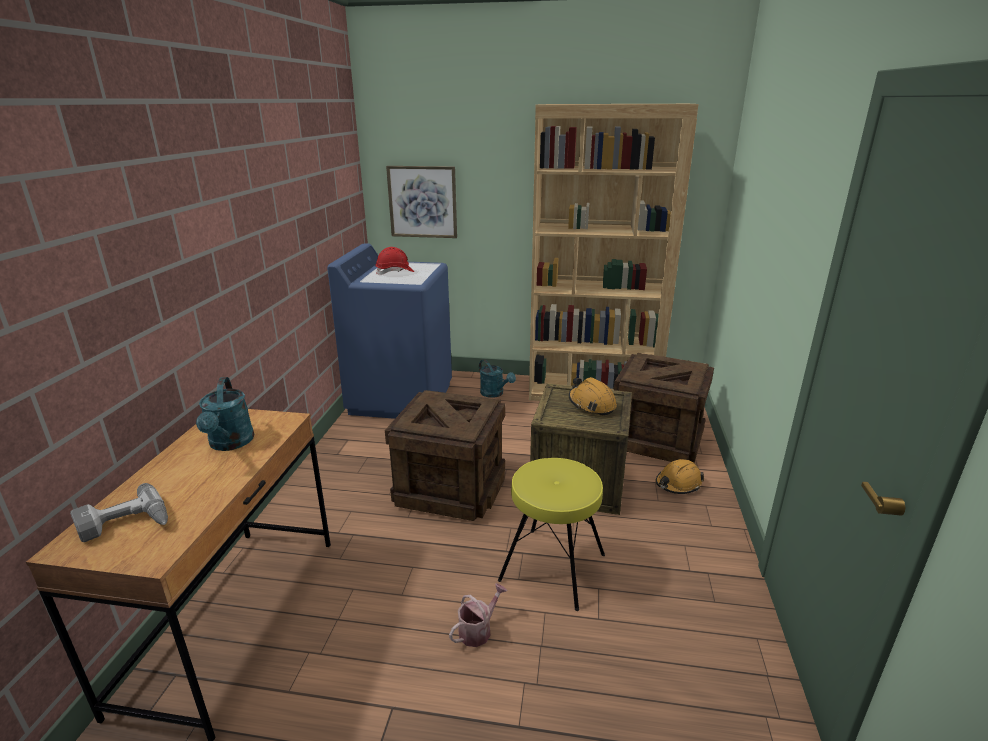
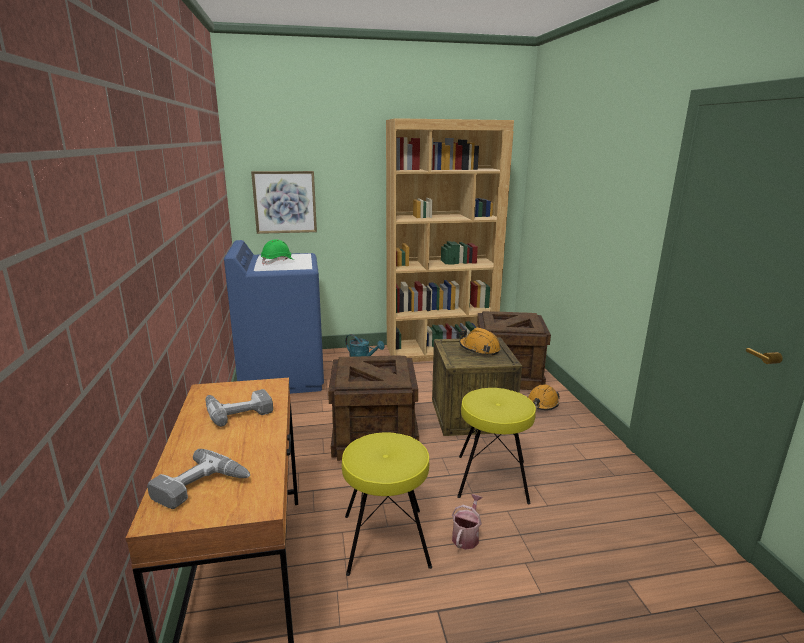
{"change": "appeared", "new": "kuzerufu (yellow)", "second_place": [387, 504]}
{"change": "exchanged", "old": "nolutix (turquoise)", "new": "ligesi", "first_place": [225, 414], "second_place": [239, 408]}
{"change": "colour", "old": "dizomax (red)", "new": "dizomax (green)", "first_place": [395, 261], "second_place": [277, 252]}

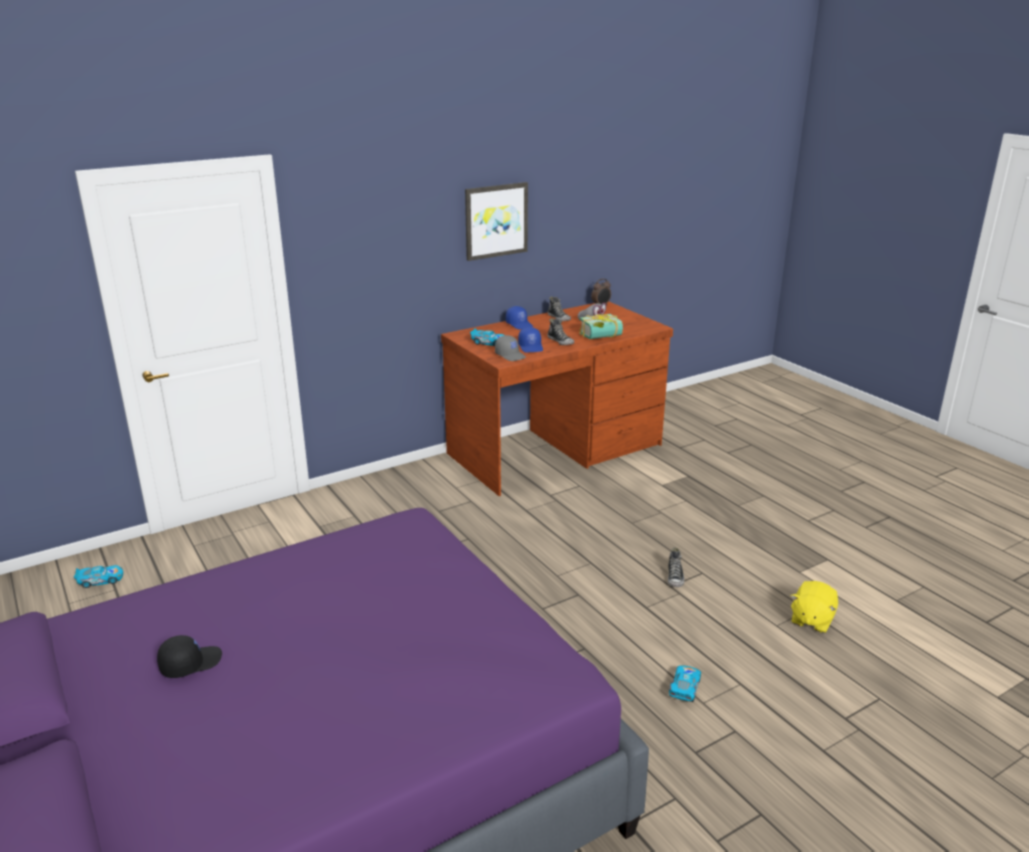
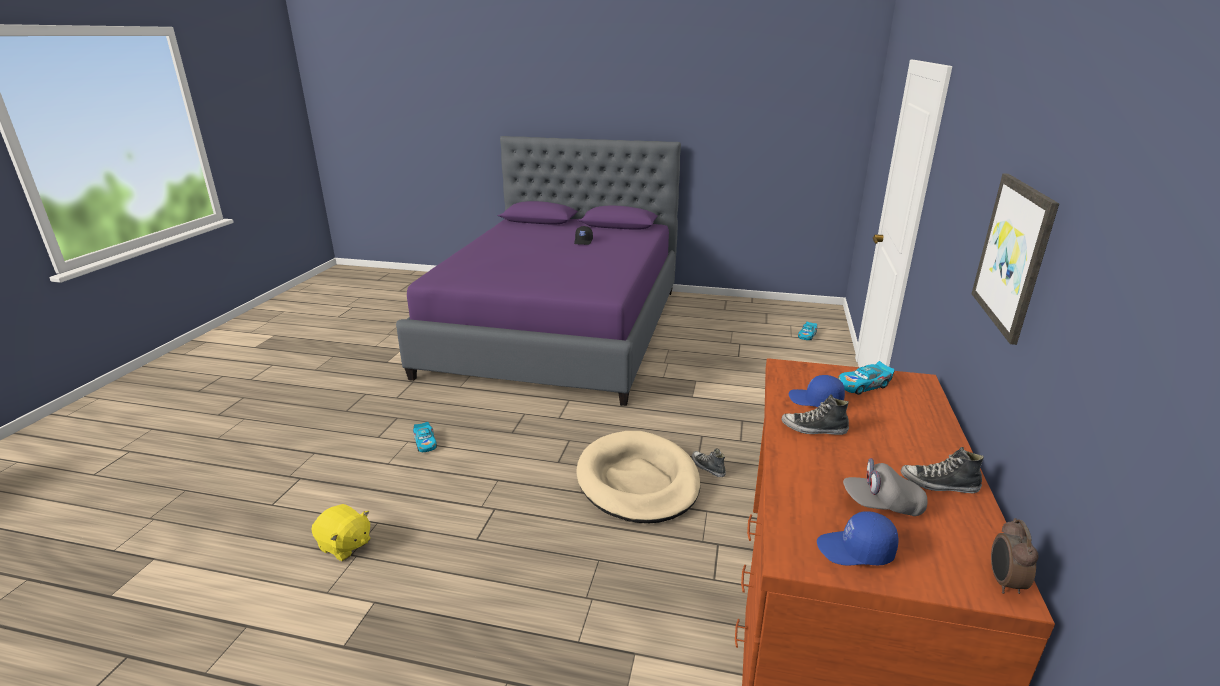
{"change": "missing", "old": "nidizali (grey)", "first_place": [510, 348]}
{"change": "missing", "old": "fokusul", "first_place": [601, 326]}
{"change": "appeared", "new": "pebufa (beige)", "second_place": [639, 477]}
{"change": "relocated", "old": "nidizali (blue)", "first_place": [519, 318], "second_place": [857, 538]}
{"change": "relocated", "old": "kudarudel", "first_place": [676, 567], "second_place": [709, 462]}
{"change": "spun", "old": "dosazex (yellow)", "first_place": [814, 607], "second_place": [341, 532], "degrees": 135}

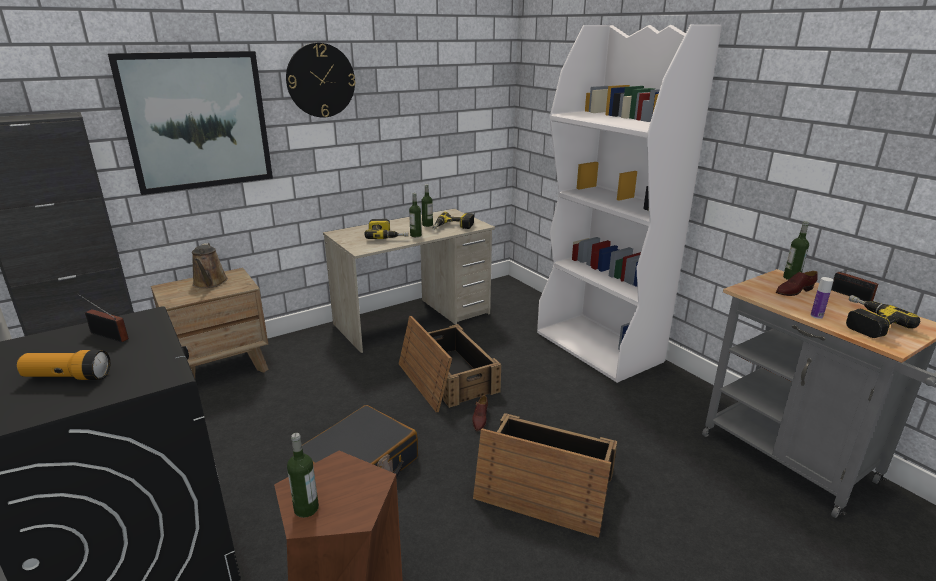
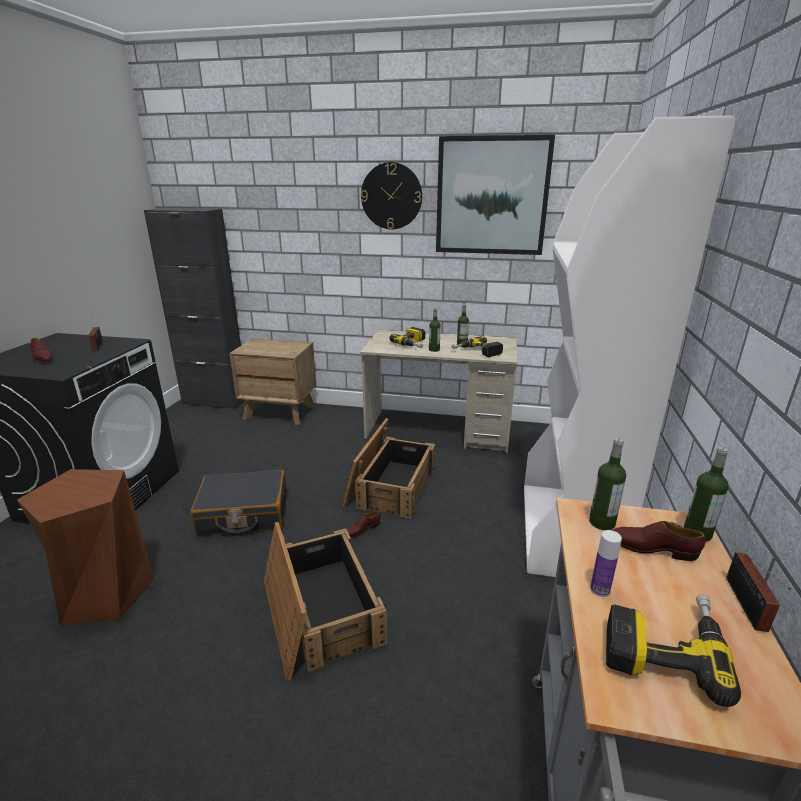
{"change": "missing", "old": "nolutix (brown)", "first_place": [210, 265]}
{"change": "relocated", "old": "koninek", "first_place": [190, 123], "second_place": [495, 195]}
{"change": "relocated", "old": "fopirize", "first_place": [303, 475], "second_place": [607, 484]}
{"change": "exchanged", "old": "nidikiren", "new": "kudarudel (brown)", "first_place": [63, 365], "second_place": [40, 350]}

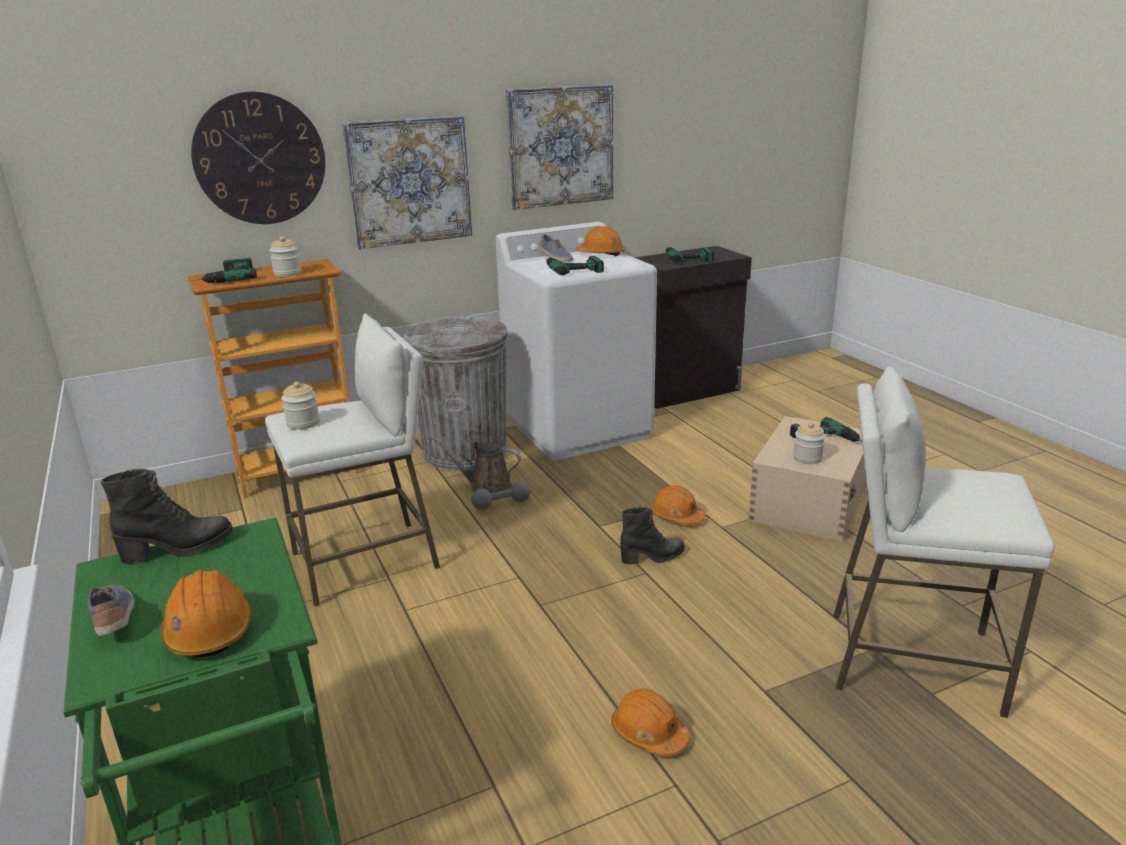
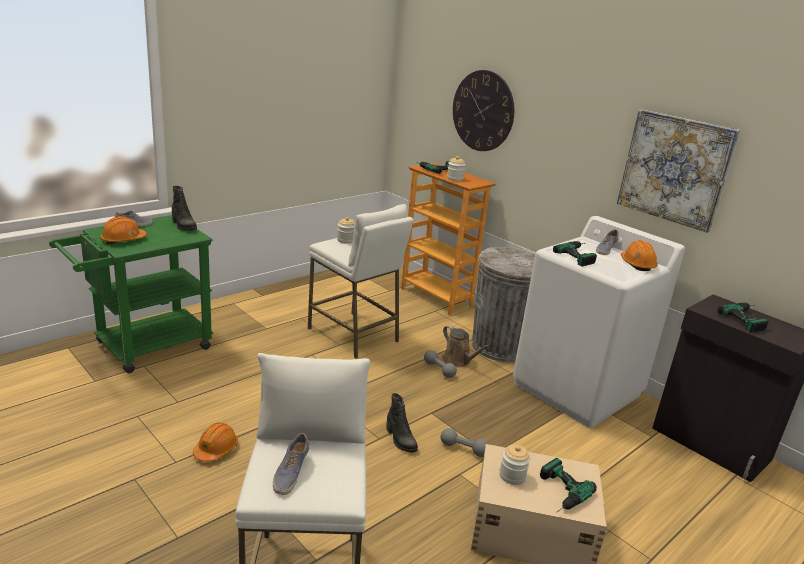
{"change": "missing", "old": "koninek", "first_place": [407, 182]}
{"change": "appeared", "new": "kudarudel", "second_place": [291, 464]}
{"change": "exchanged", "old": "dizomax (orange)", "new": "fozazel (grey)", "first_place": [678, 505], "second_place": [465, 442]}
{"change": "spun", "old": "nolutix (brown)", "first_place": [476, 464], "second_place": [466, 346], "degrees": 150}

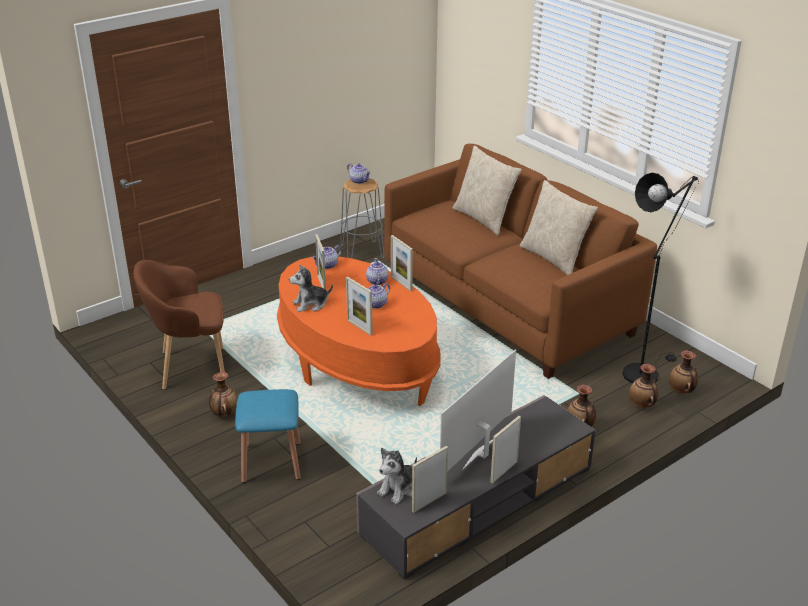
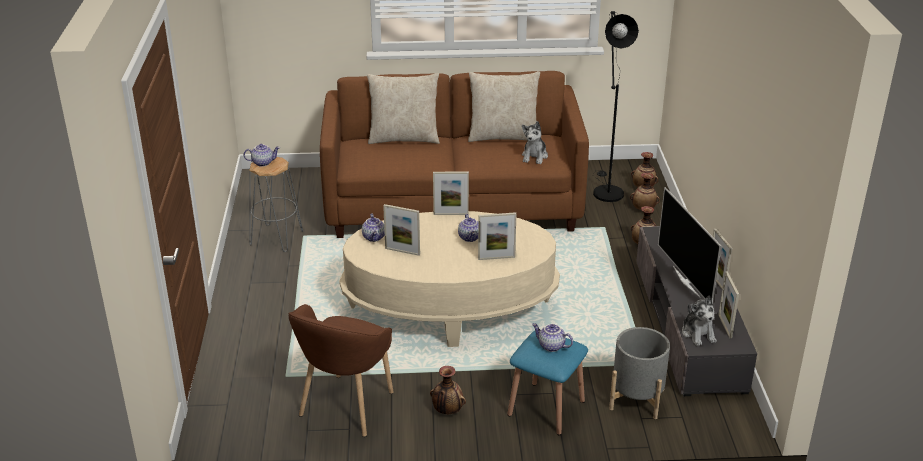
{"change": "appeared", "new": "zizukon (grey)", "second_place": [639, 373]}
{"change": "relocated", "old": "dosazex", "first_place": [311, 288], "second_place": [535, 142]}
{"change": "relocated", "old": "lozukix", "first_place": [377, 271], "second_place": [552, 337]}
{"change": "colour", "old": "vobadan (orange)", "new": "vobadan (beige)", "first_place": [359, 331], "second_place": [449, 279]}

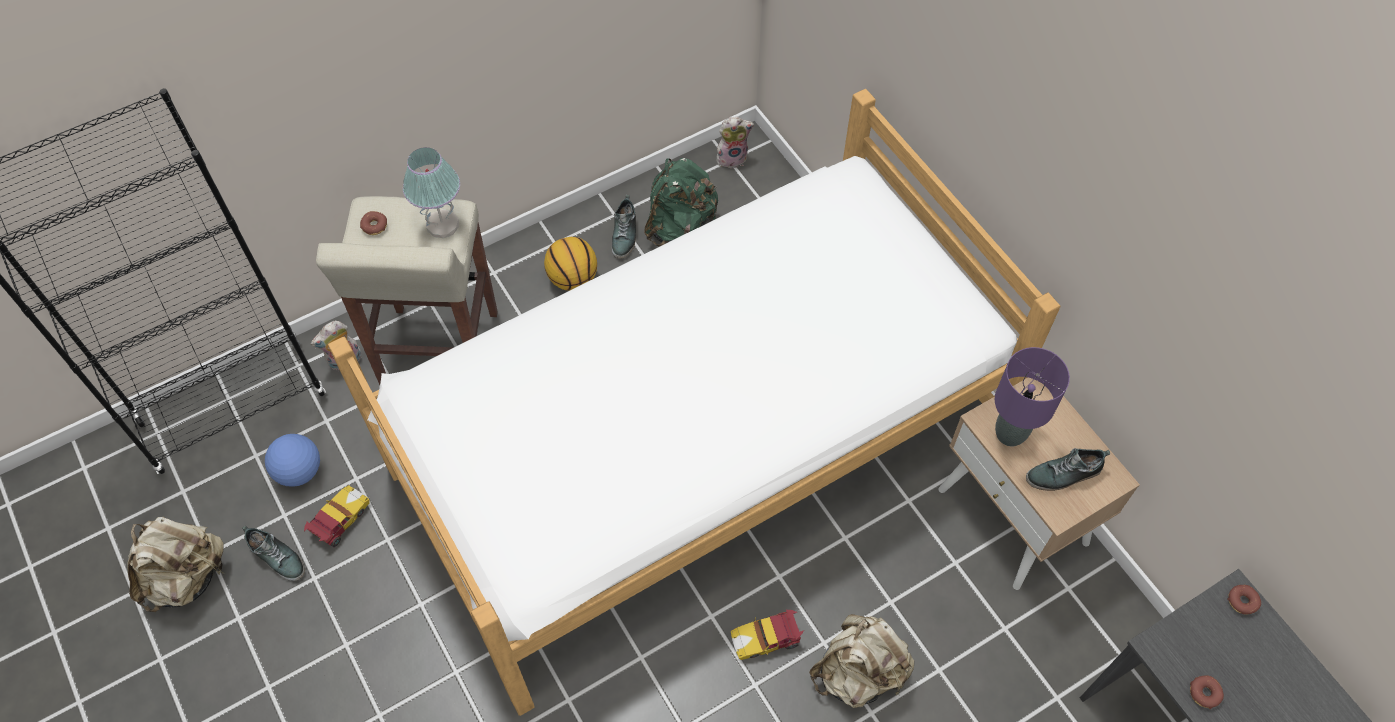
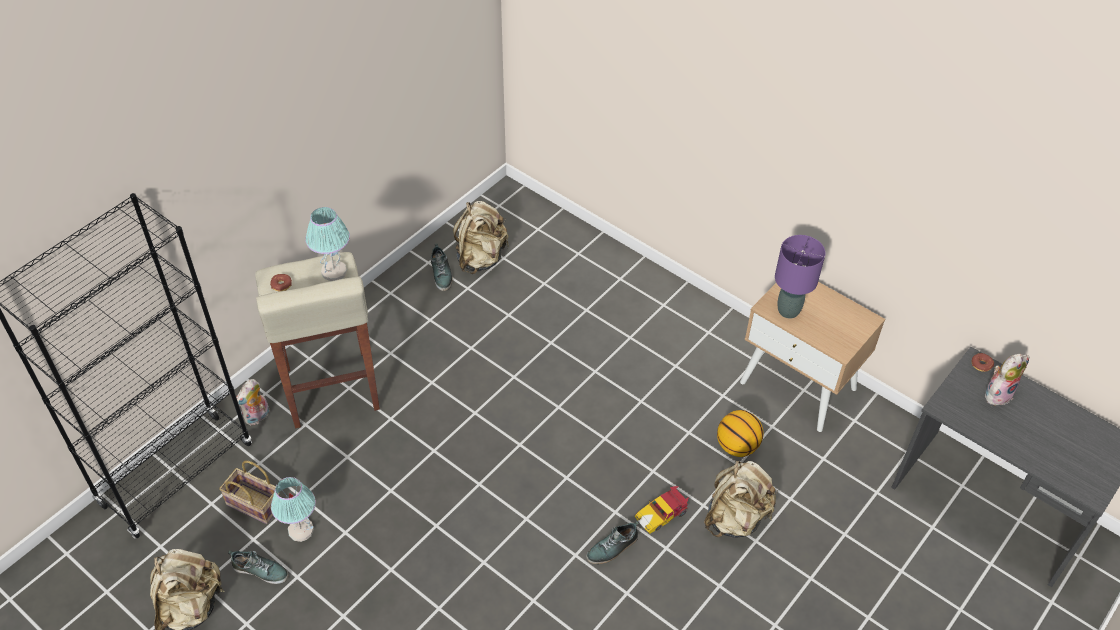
{"change": "missing", "old": "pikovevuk", "first_place": [694, 402]}
{"change": "missing", "old": "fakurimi", "first_place": [1207, 692]}
{"change": "relocated", "old": "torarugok", "first_place": [570, 263], "second_place": [740, 433]}
{"change": "relocated", "old": "dosazex", "first_place": [735, 143], "second_place": [1007, 379]}
{"change": "relocated", "old": "kudarudel", "first_place": [1068, 469], "second_place": [612, 542]}
{"change": "exchanged", "old": "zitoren", "new": "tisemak", "first_place": [292, 460], "second_place": [249, 492]}
{"change": "exchanged", "old": "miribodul", "new": "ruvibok", "first_place": [337, 516], "second_place": [293, 509]}
{"change": "colour", "old": "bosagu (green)", "new": "bosagu (beige)", "first_place": [681, 202], "second_place": [481, 237]}

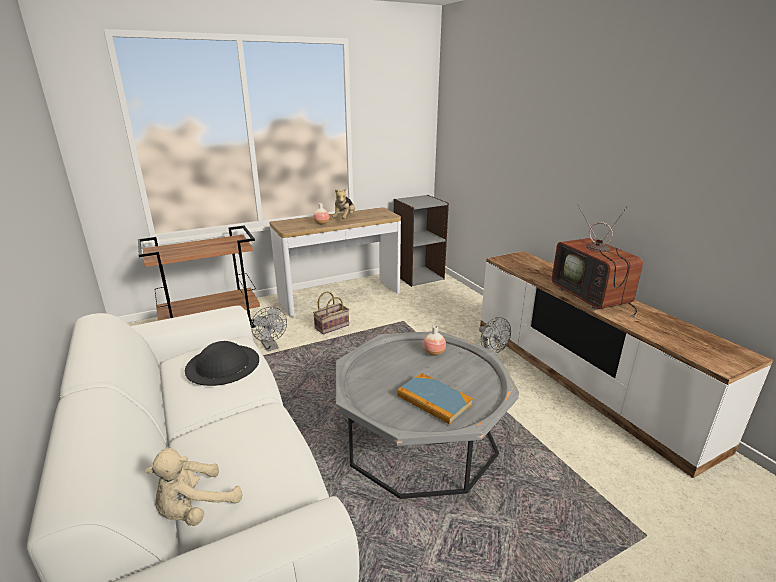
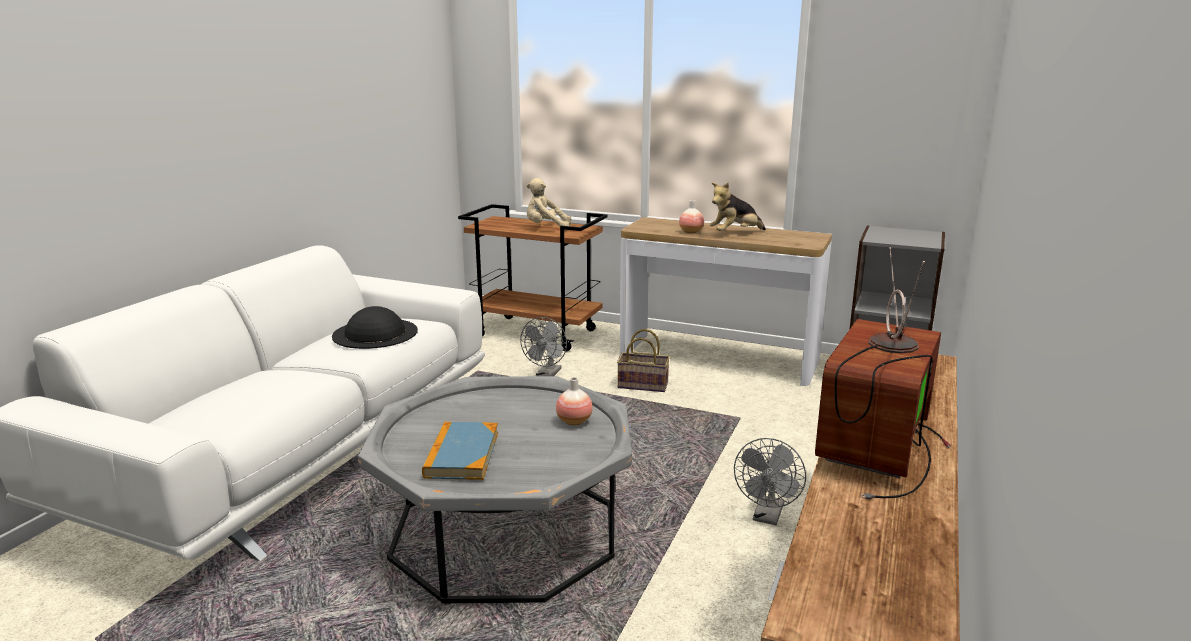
{"change": "relocated", "old": "dosazex (beige)", "first_place": [193, 487], "second_place": [549, 204]}

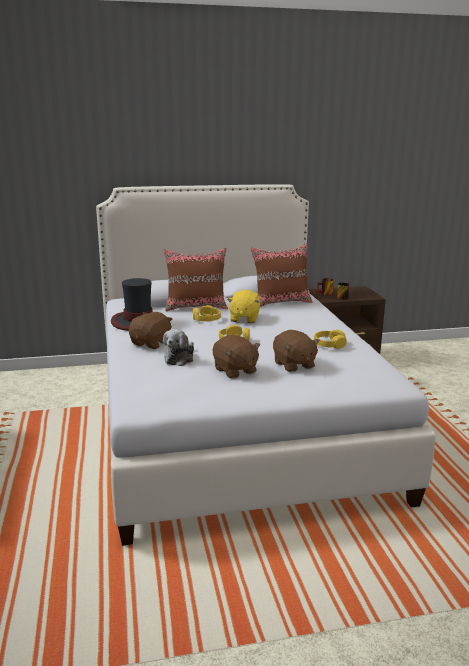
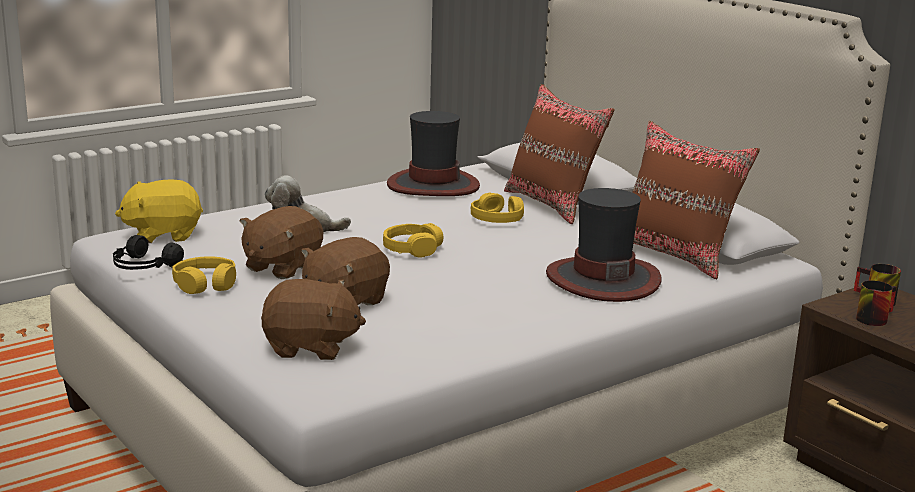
{"change": "appeared", "new": "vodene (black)", "second_place": [148, 252]}
{"change": "appeared", "new": "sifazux", "second_place": [604, 245]}
{"change": "relocated", "old": "dosazex (brown)", "first_place": [150, 330], "second_place": [313, 319]}
{"change": "relocated", "old": "dosazex (yellow)", "first_place": [243, 306], "second_place": [159, 211]}
{"change": "relocated", "old": "vodene (yellow)", "first_place": [330, 339], "second_place": [204, 275]}

